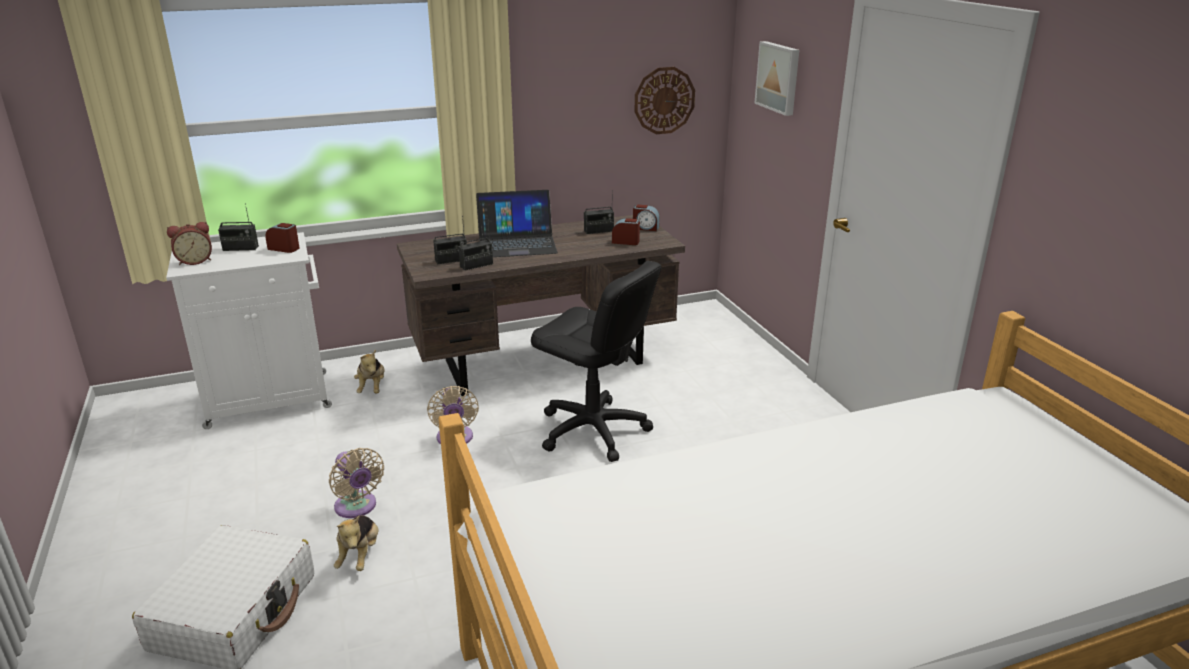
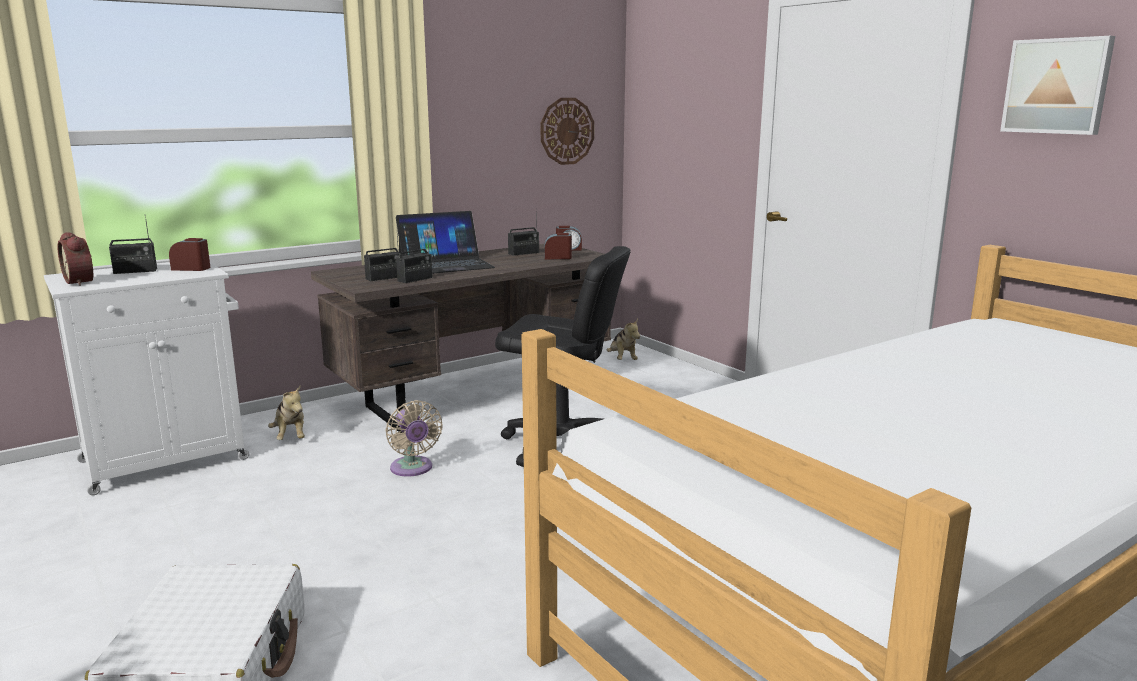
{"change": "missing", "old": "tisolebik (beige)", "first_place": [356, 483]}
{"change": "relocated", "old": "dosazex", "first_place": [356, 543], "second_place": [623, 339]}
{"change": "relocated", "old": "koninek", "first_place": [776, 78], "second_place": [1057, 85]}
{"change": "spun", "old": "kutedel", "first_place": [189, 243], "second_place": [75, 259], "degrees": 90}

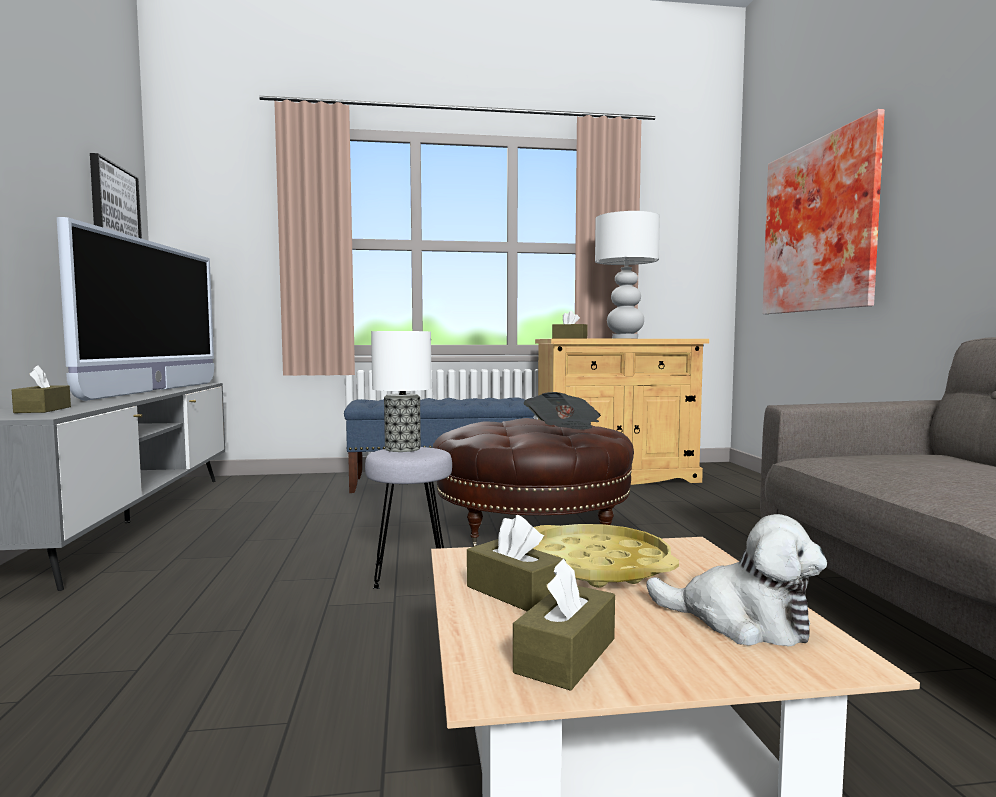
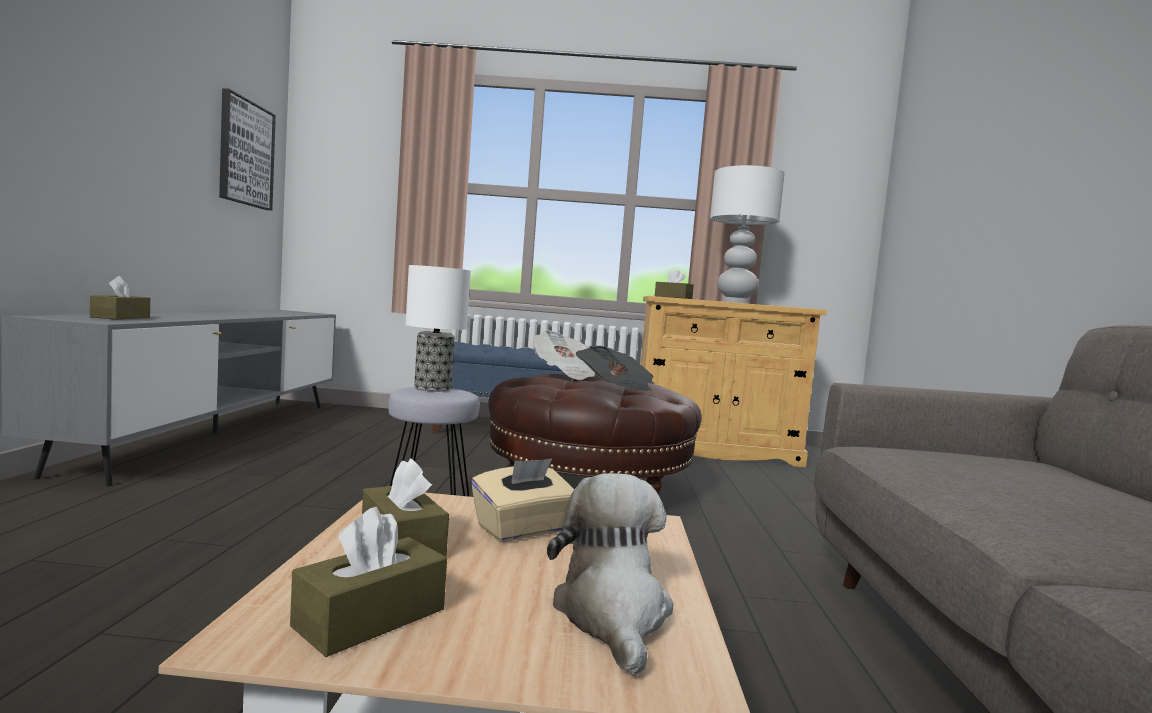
{"change": "missing", "old": "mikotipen", "first_place": [135, 309]}
{"change": "missing", "old": "koninek", "first_place": [823, 211]}
{"change": "appeared", "new": "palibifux", "second_place": [564, 355]}
{"change": "exchanged", "old": "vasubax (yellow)", "new": "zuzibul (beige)", "first_place": [606, 556], "second_place": [522, 500]}
{"change": "spun", "old": "dosazex", "first_place": [736, 580], "second_place": [610, 574], "degrees": -135}

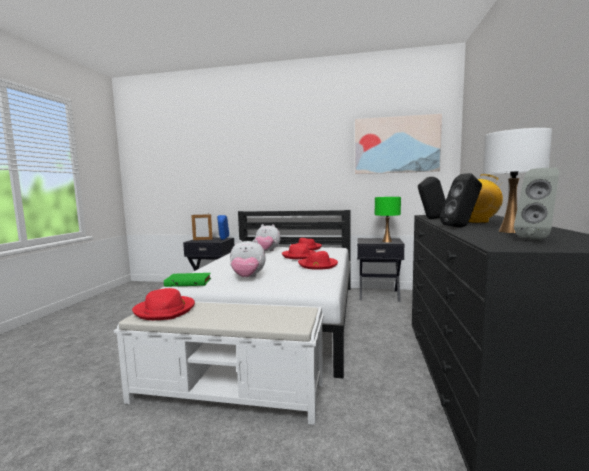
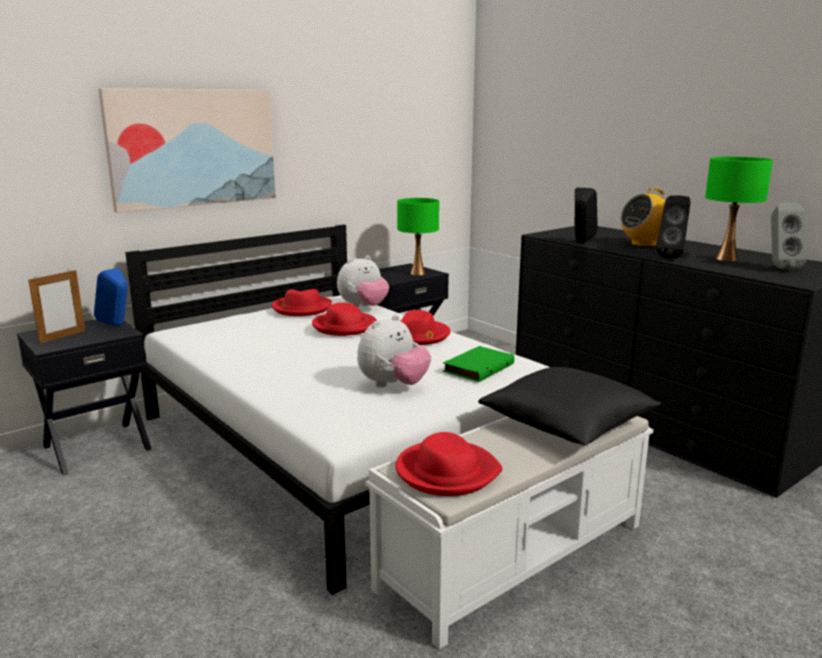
{"change": "appeared", "new": "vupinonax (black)", "second_place": [569, 406]}
{"change": "relocated", "old": "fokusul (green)", "first_place": [187, 280], "second_place": [479, 364]}
{"change": "relocated", "old": "dosazex", "first_place": [268, 237], "second_place": [363, 281]}
{"change": "relocated", "old": "koninek", "first_place": [398, 144], "second_place": [187, 150]}
{"change": "colour", "old": "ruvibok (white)", "new": "ruvibok (green)", "first_place": [517, 180], "second_place": [739, 209]}

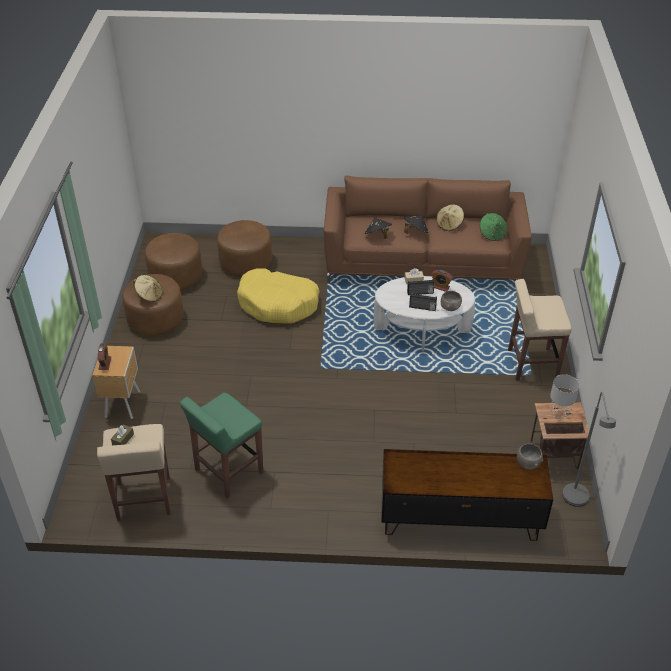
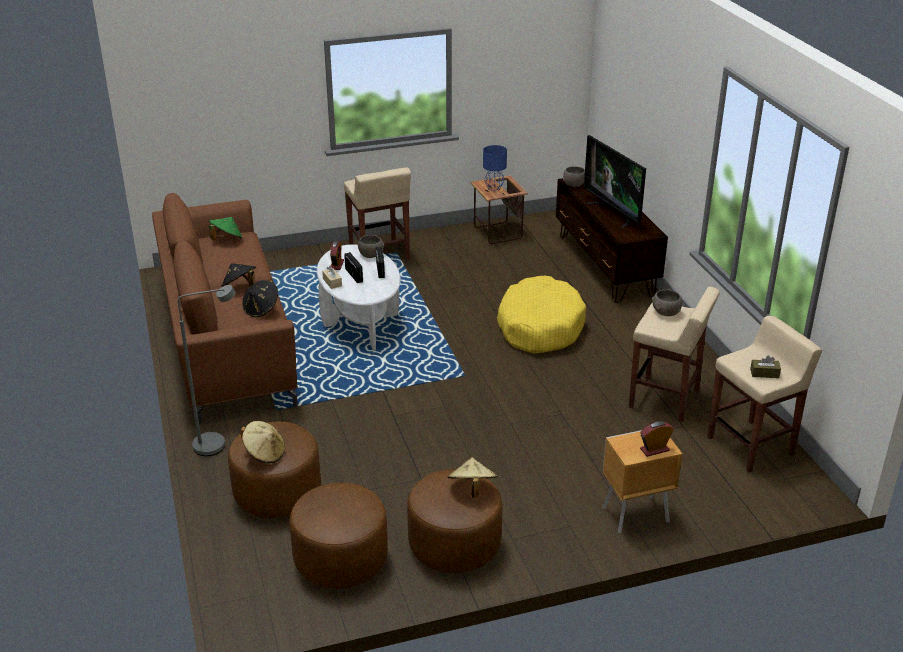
{"change": "appeared", "new": "mikotipen", "second_place": [615, 181]}
{"change": "appeared", "new": "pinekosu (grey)", "second_place": [667, 302]}
{"change": "relocated", "old": "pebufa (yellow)", "first_place": [278, 296], "second_place": [541, 315]}
{"change": "relocated", "old": "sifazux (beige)", "first_place": [450, 217], "second_place": [263, 442]}
{"change": "relocated", "old": "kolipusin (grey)", "first_place": [589, 449], "second_place": [207, 370]}
{"change": "colour", "old": "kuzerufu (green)", "new": "kuzerufu (beige)", "first_place": [221, 446], "second_place": [674, 354]}
{"change": "colour", "old": "ruvibok (grey)", "new": "ruvibok (blue)", "first_place": [565, 397], "second_place": [495, 168]}

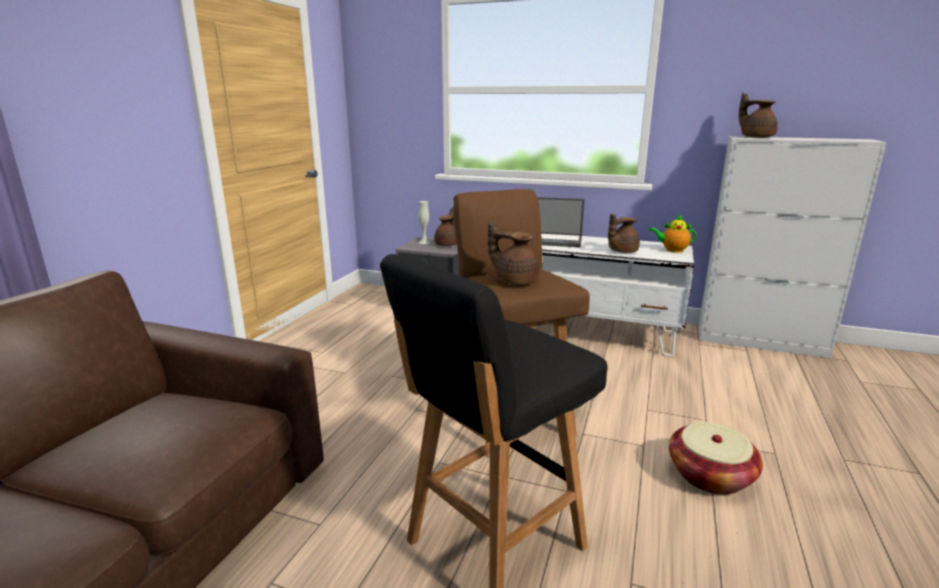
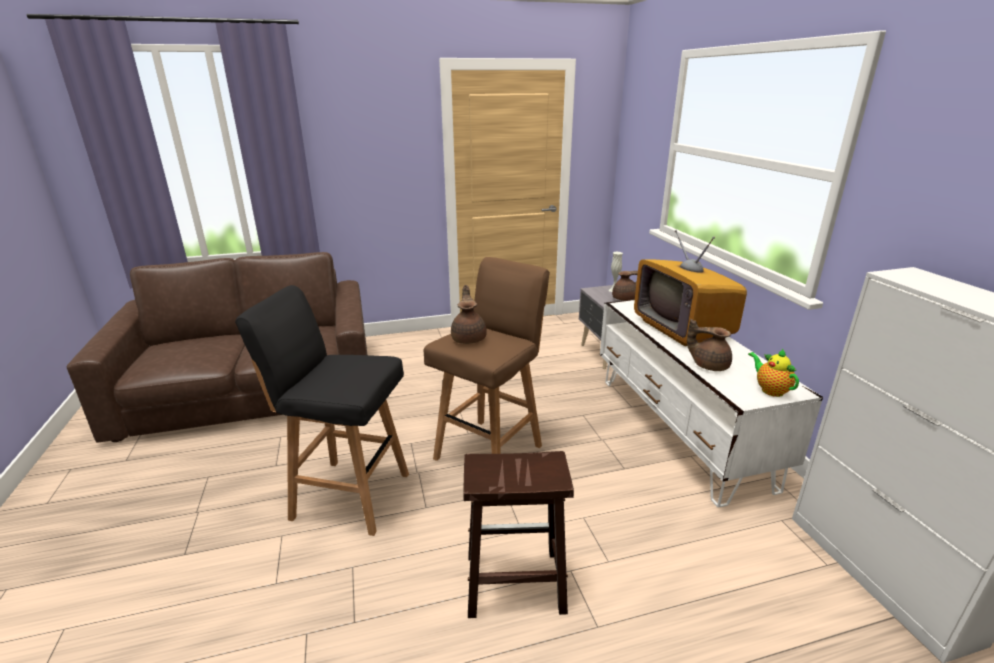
{"change": "missing", "old": "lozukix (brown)", "first_place": [758, 115]}
{"change": "exchanged", "old": "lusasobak", "new": "mikotipen", "first_place": [561, 222], "second_place": [690, 288]}
{"change": "exchanged", "old": "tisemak", "new": "kuzerufu (brown)", "first_place": [716, 458], "second_place": [518, 534]}

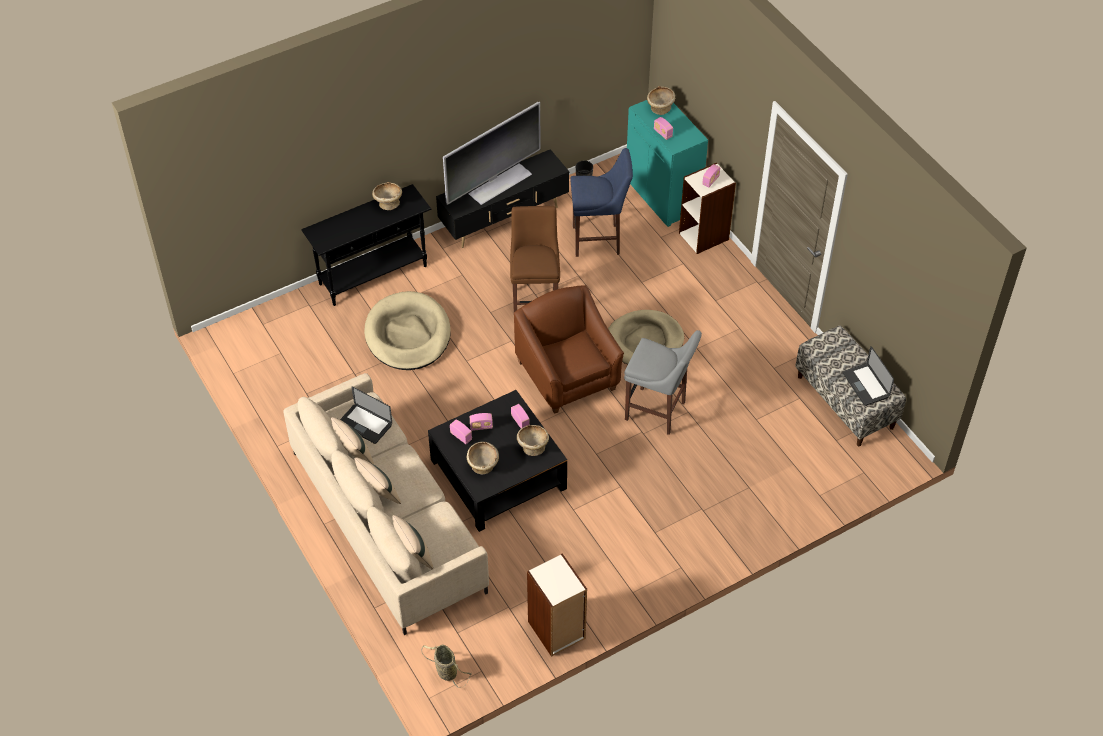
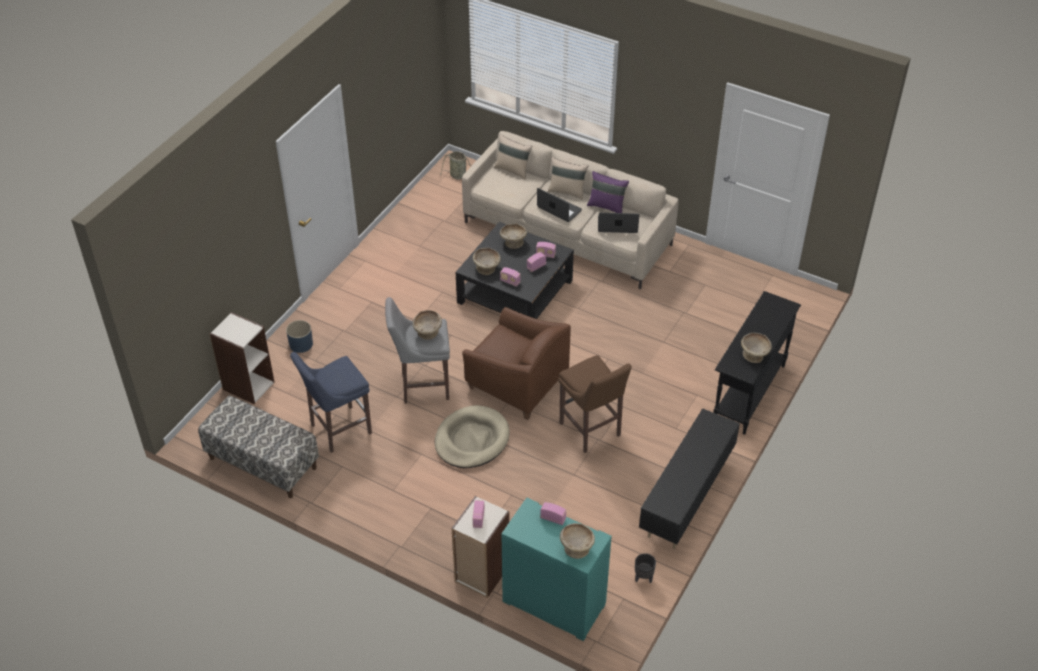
{"change": "missing", "old": "pebufa (beige)", "first_place": [407, 330]}
{"change": "missing", "old": "mikotipen", "first_place": [492, 153]}
{"change": "appeared", "new": "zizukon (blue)", "second_place": [299, 336]}
{"change": "appeared", "new": "pinekosu (beige)", "second_place": [427, 325]}
{"change": "relocated", "old": "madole", "first_place": [557, 605], "second_place": [242, 358]}
{"change": "relocated", "old": "kuzerufu (blue)", "first_place": [601, 202], "second_place": [331, 402]}
{"change": "relocated", "old": "lusasobak", "first_place": [868, 376], "second_place": [559, 205]}
{"change": "colour", "old": "vupinonax (beige)", "new": "vupinonax (purple)", "first_place": [352, 440], "second_place": [608, 192]}

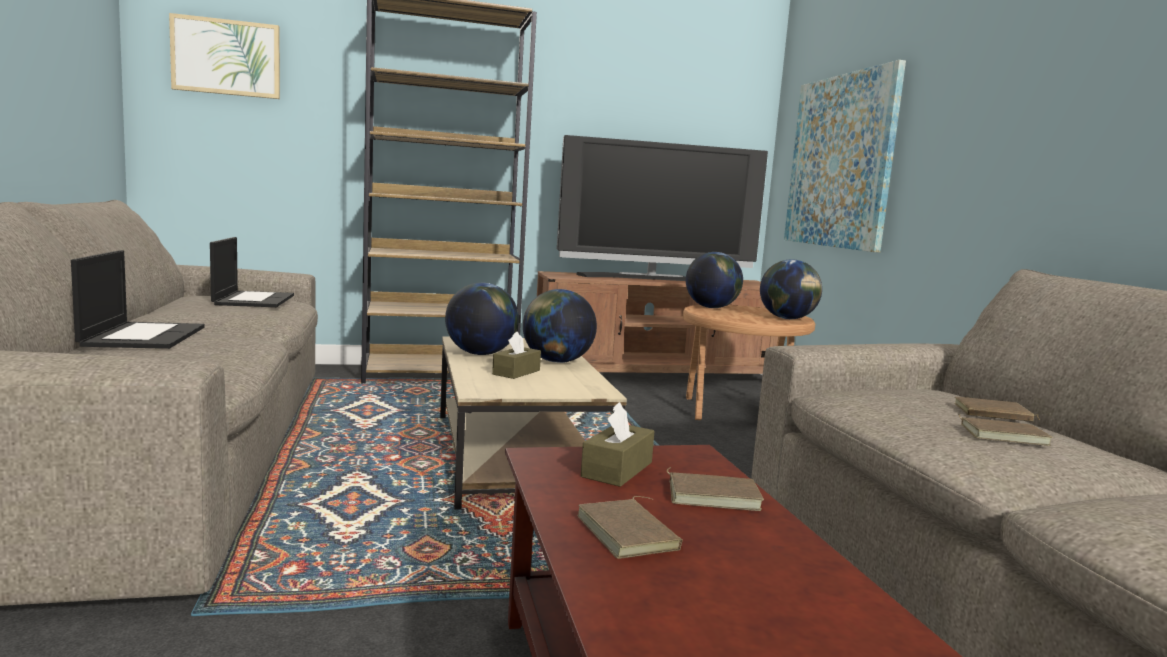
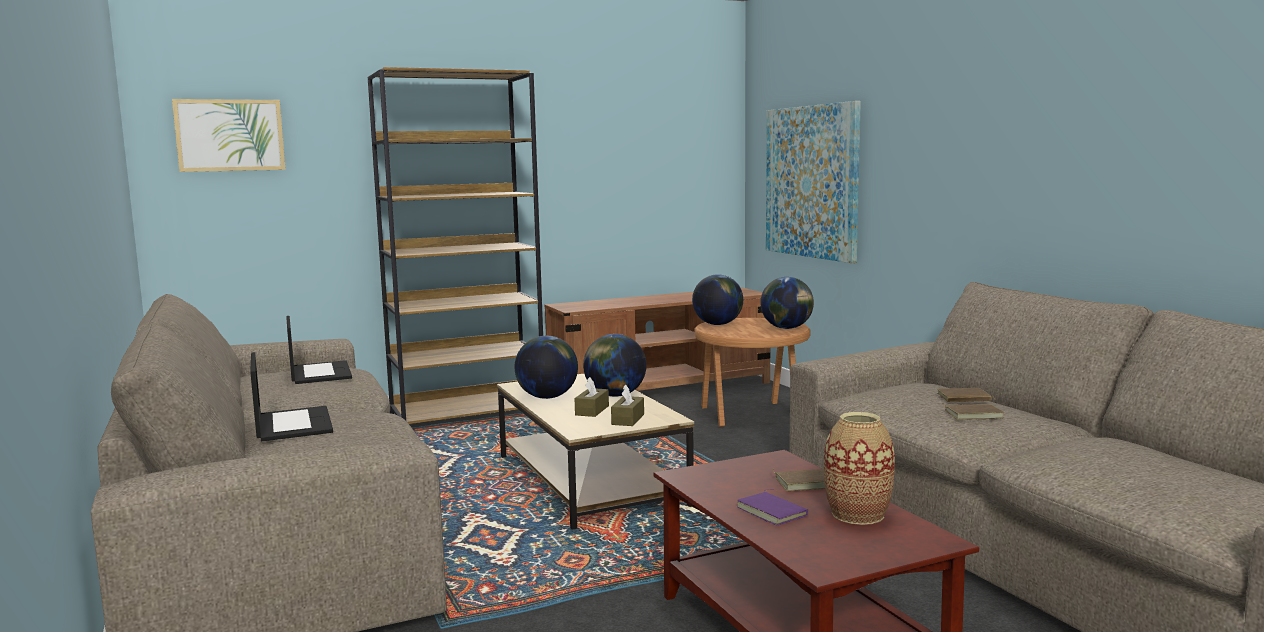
{"change": "missing", "old": "mikotipen", "first_place": [662, 208]}
{"change": "appeared", "new": "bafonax", "second_place": [859, 468]}
{"change": "relocated", "old": "zuzibul (brown)", "first_place": [617, 444], "second_place": [627, 405]}
{"change": "colour", "old": "fokusul (brown)", "new": "fokusul (purple)", "first_place": [630, 527], "second_place": [772, 507]}

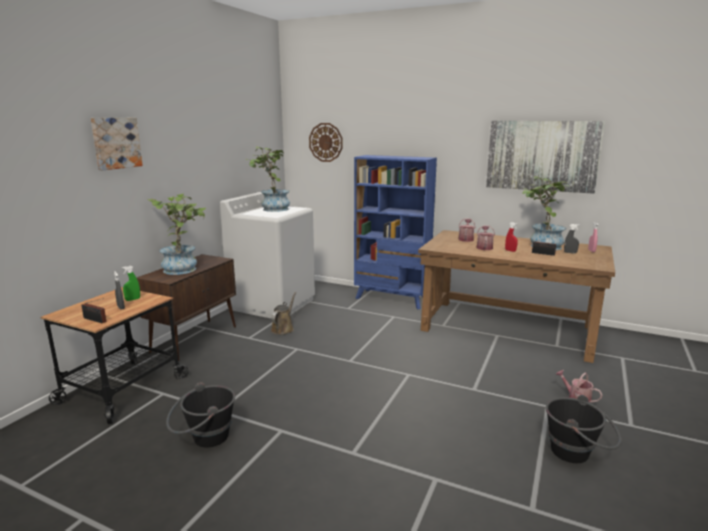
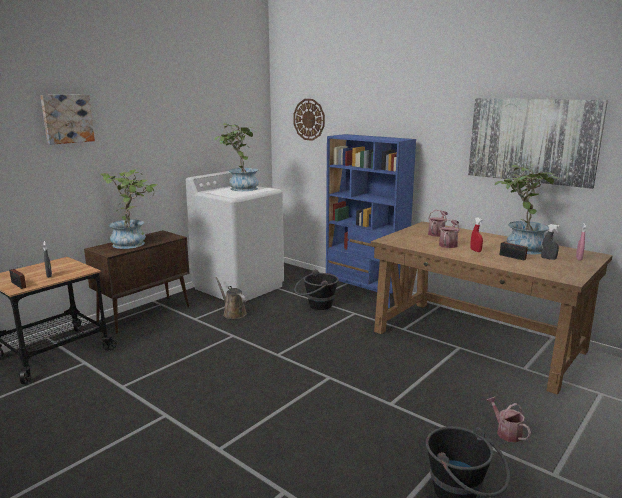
{"change": "missing", "old": "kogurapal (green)", "first_place": [131, 283]}
{"change": "relocated", "old": "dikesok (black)", "first_place": [200, 415], "second_place": [316, 289]}
{"change": "spun", "old": "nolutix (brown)", "first_place": [283, 313], "second_place": [231, 298], "degrees": -75}

